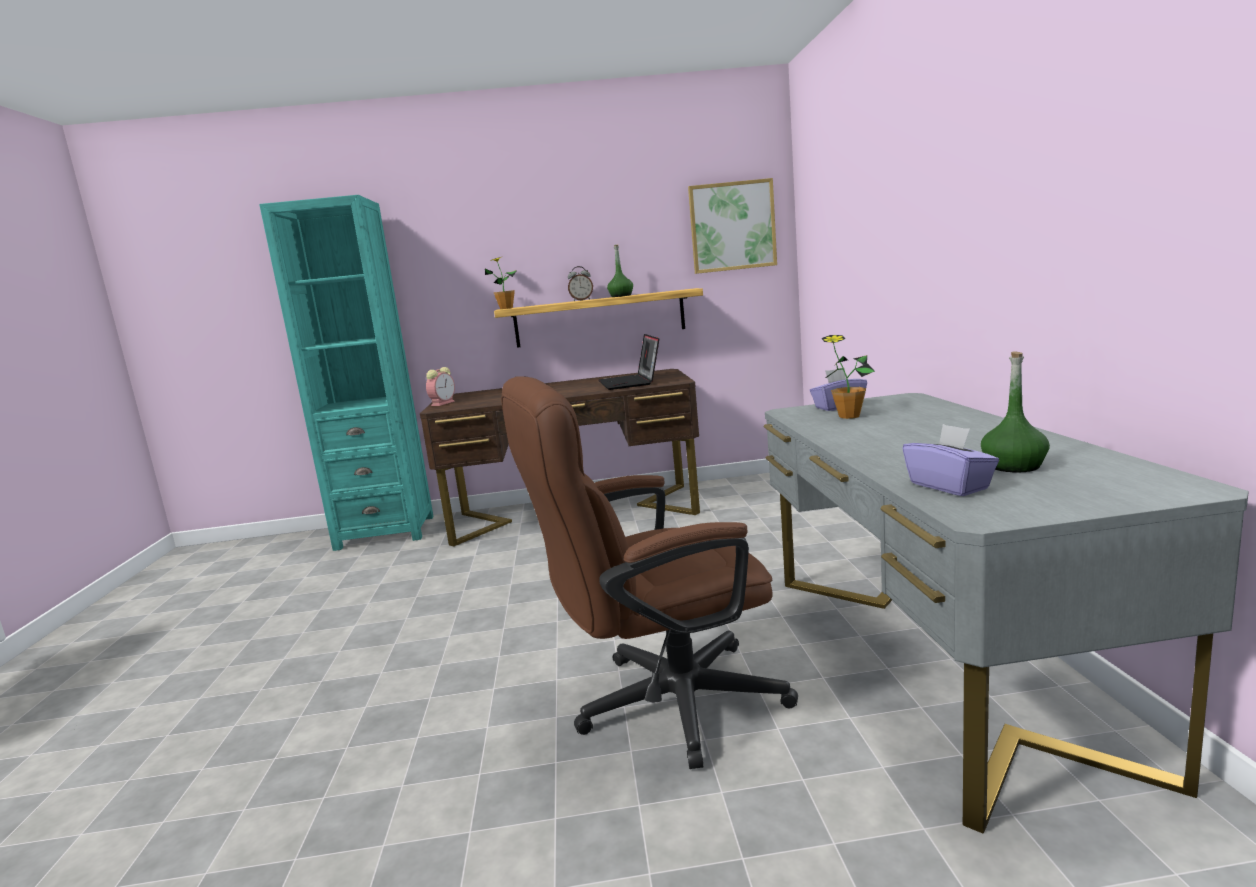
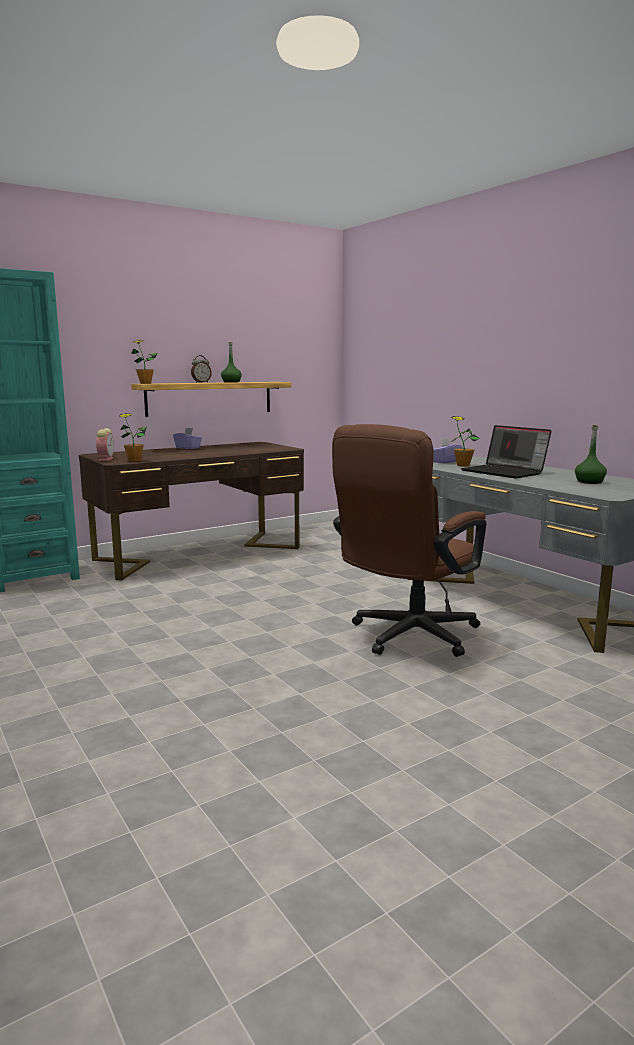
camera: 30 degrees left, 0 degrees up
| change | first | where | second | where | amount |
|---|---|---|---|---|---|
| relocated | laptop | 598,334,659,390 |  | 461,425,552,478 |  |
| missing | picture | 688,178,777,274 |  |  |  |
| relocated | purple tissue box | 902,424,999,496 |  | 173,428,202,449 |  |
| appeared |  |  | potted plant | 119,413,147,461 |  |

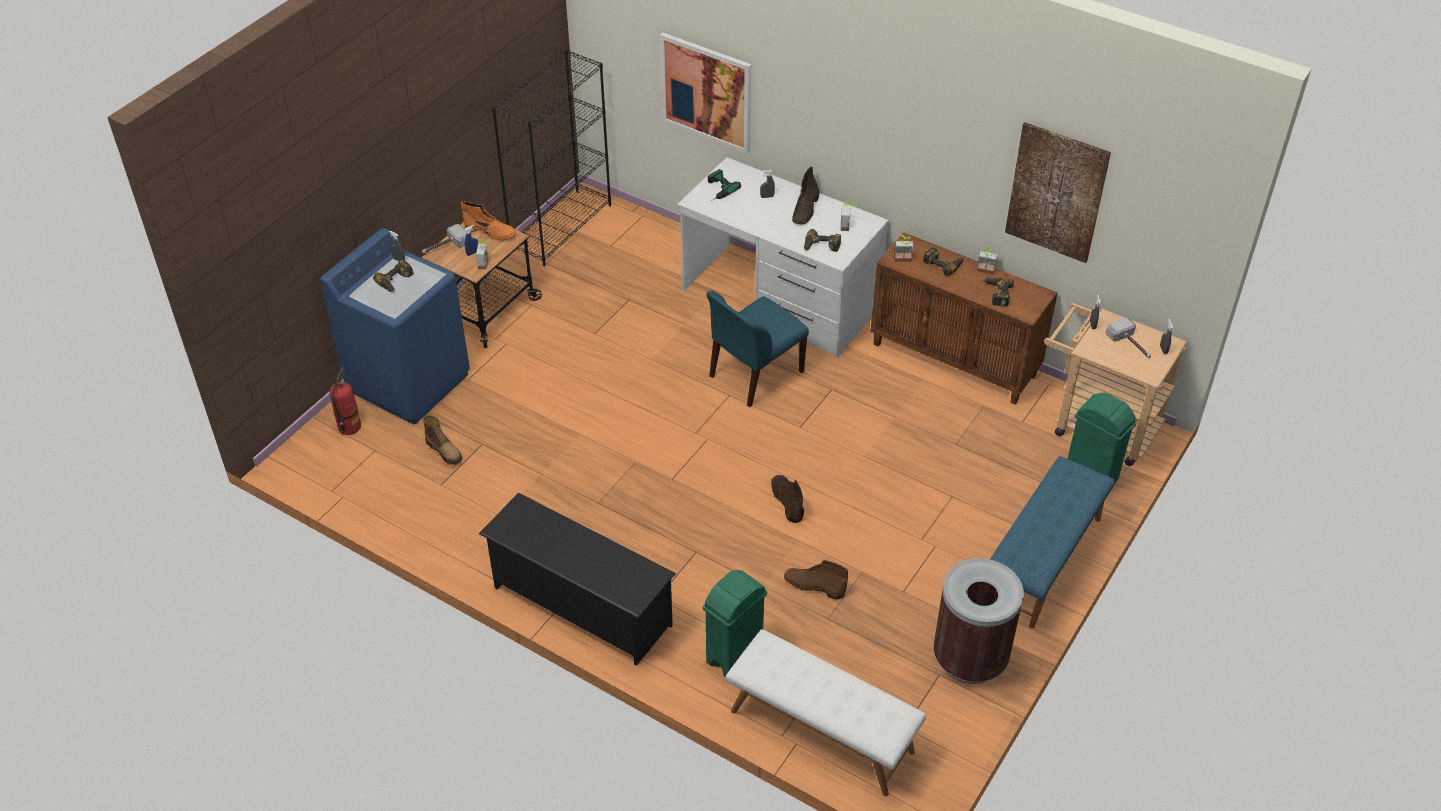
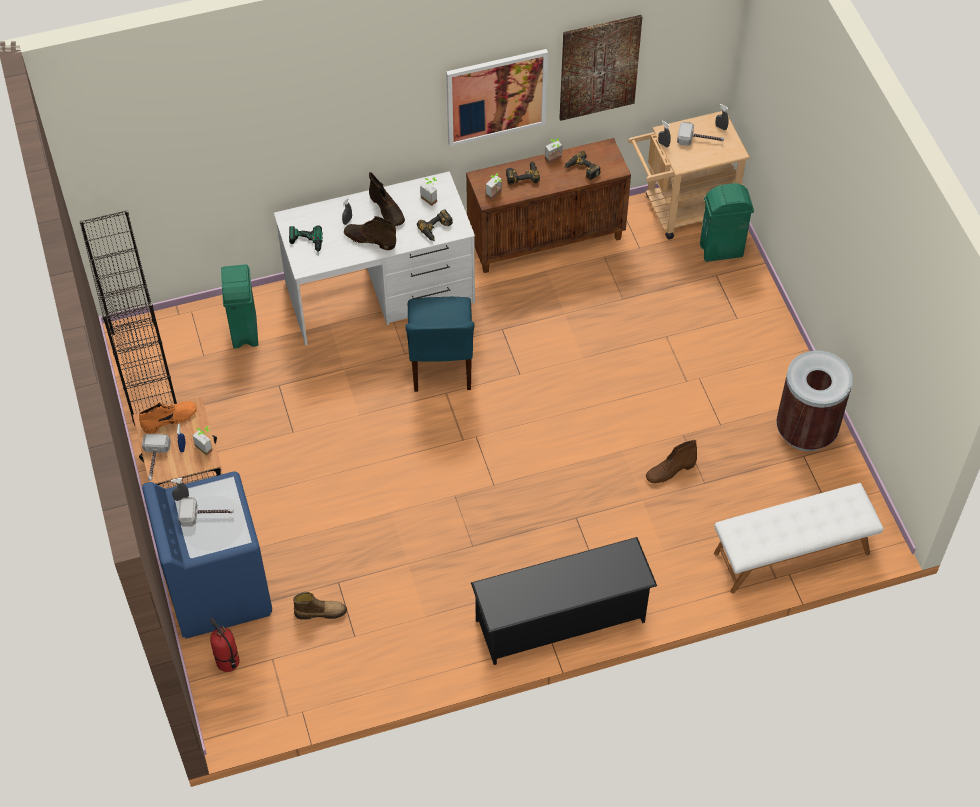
camera: 50 degrees left, 10 degrees up
| change | first | where | second | where | amount |
|---|---|---|---|---|---|
| exchanged | power drill | 373,259,413,292 | hammer | 178,498,234,527 |  |
| relocated | picture | 660,32,751,154 |  | 446,49,548,147 |  |
| relocated | green trash can | 703,570,767,677 |  | 221,264,258,349 |  |
| relocated | brown boot | 771,475,804,523 |  | 344,216,396,250 |  |
| missing | blue bench | 990,456,1115,629 |  |  |  |

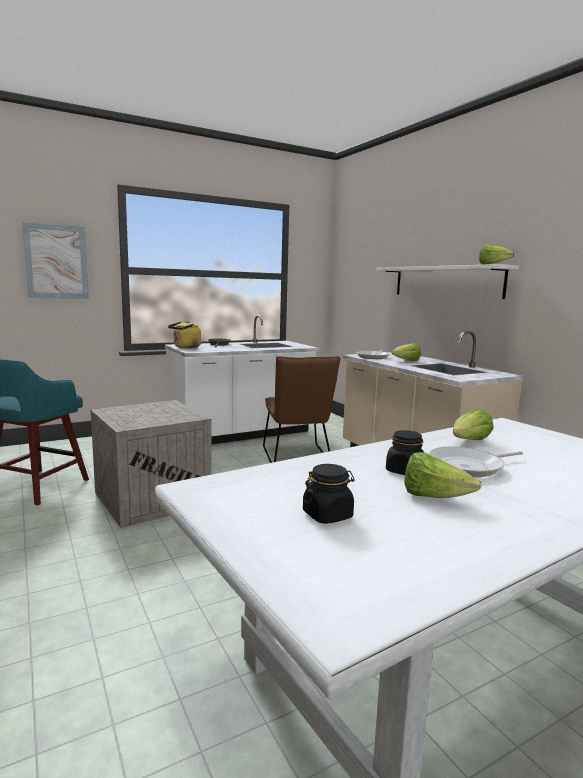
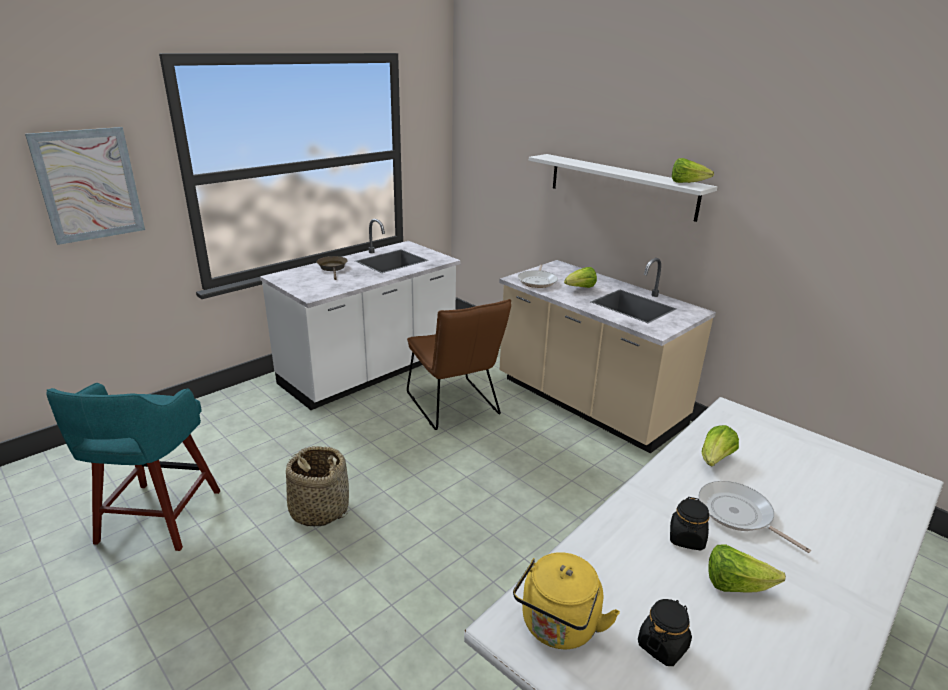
camera: 15 degrees left, 15 degrees up
| change | first | where | second | where | amount |
|---|---|---|---|---|---|
| exchanged | crate | 90,400,212,528 | basket | 286,446,349,527 |  |
| relocated | yellow kettle | 168,321,201,348 |  | 513,552,620,649 |  |
| spun | frying pan | 429,446,523,477 |  | 698,481,811,553 | 90 degrees clockwise |

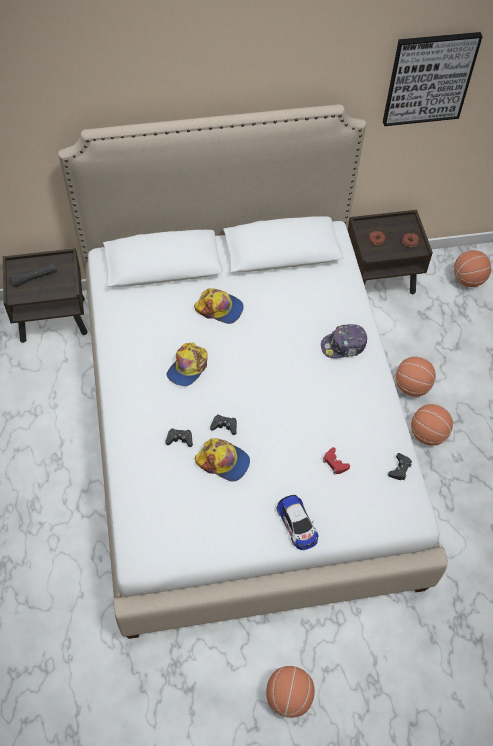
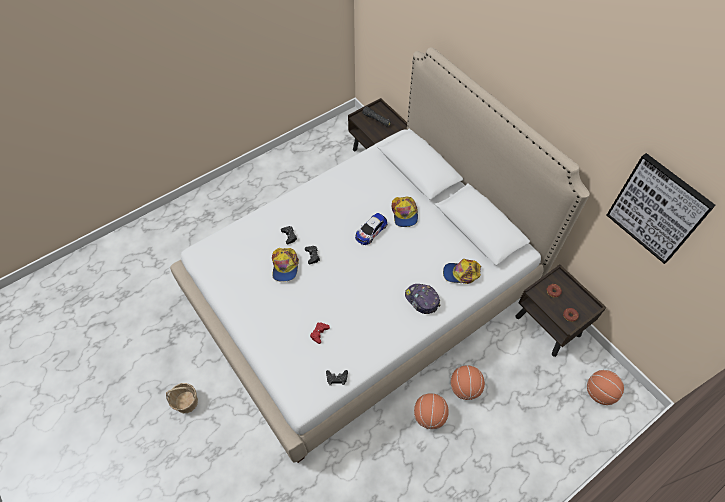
camera: 65 degrees right, 0 degrees up
| change | first | where | second | where | amount |
|---|---|---|---|---|---|
| relocated | cap | 167,343,208,386 |  | 443,259,481,284 |  |
| exchanged | basketball | 266,666,315,718 | basket | 166,383,198,413 |  |
| relocated | toy car | 276,495,318,550 |  | 355,213,388,245 |  |

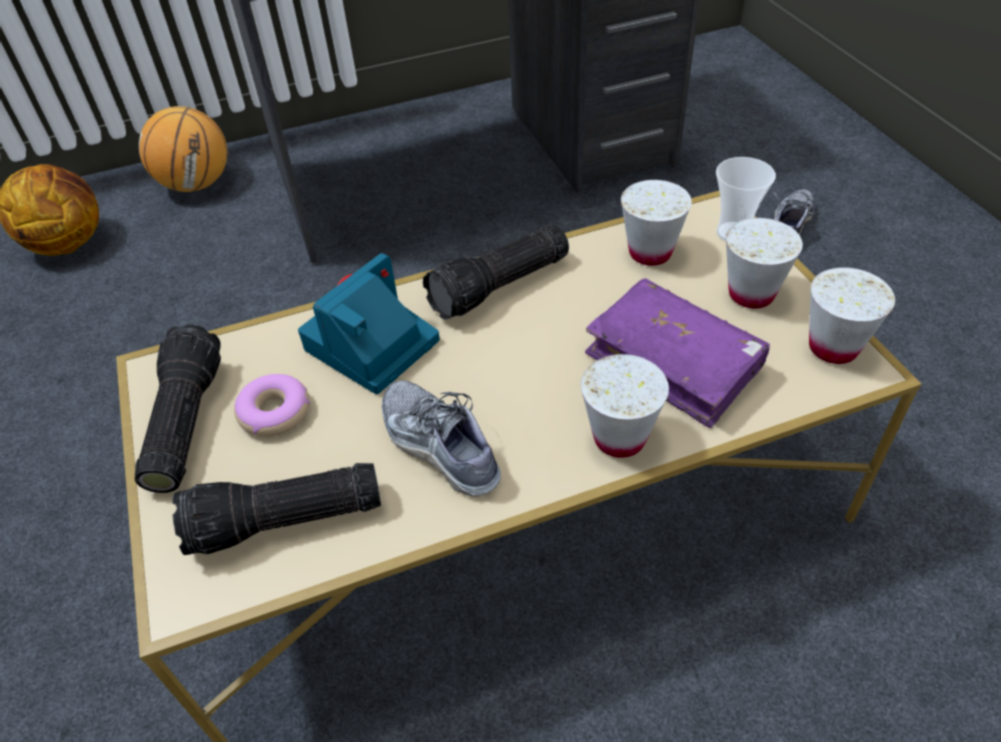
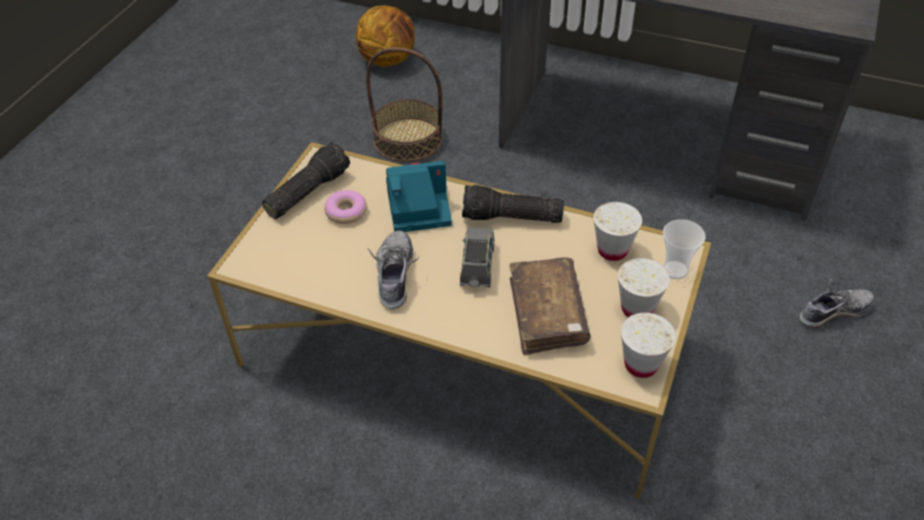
camera: 40 degrees right, 0 degrees up
| change | first | where | second | where | amount |
|---|---|---|---|---|---|
| missing | basketball | 139,106,227,192 |  |  |  |
| missing | flashlight | 172,463,381,555 |  |  |  |
| missing | white cup | 581,354,669,458 |  |  |  |
| colour | purple book | 585,278,770,428 | brown book | 509,257,590,355 |  |
| appeared |  |  | basket | 366,47,442,162 |  |
| appeared |  |  | grey toy car | 460,228,495,287 |  |

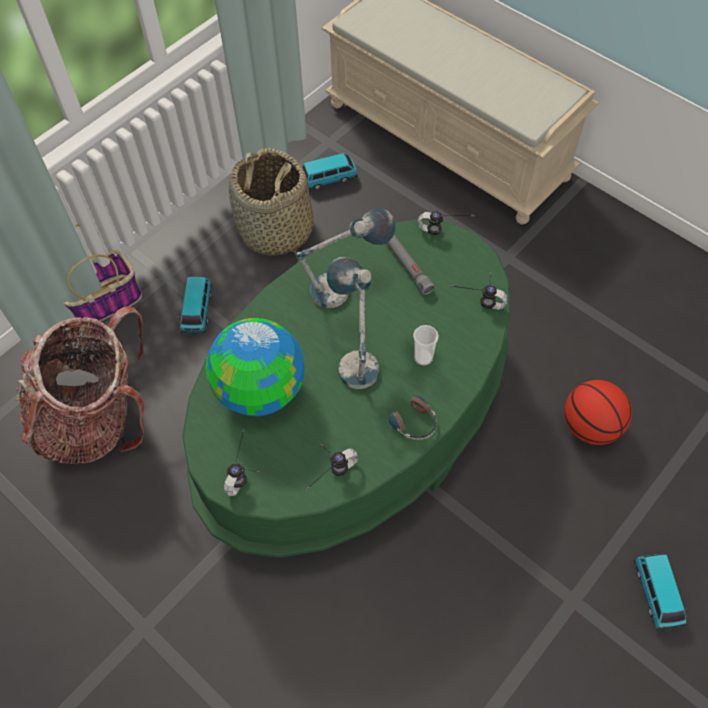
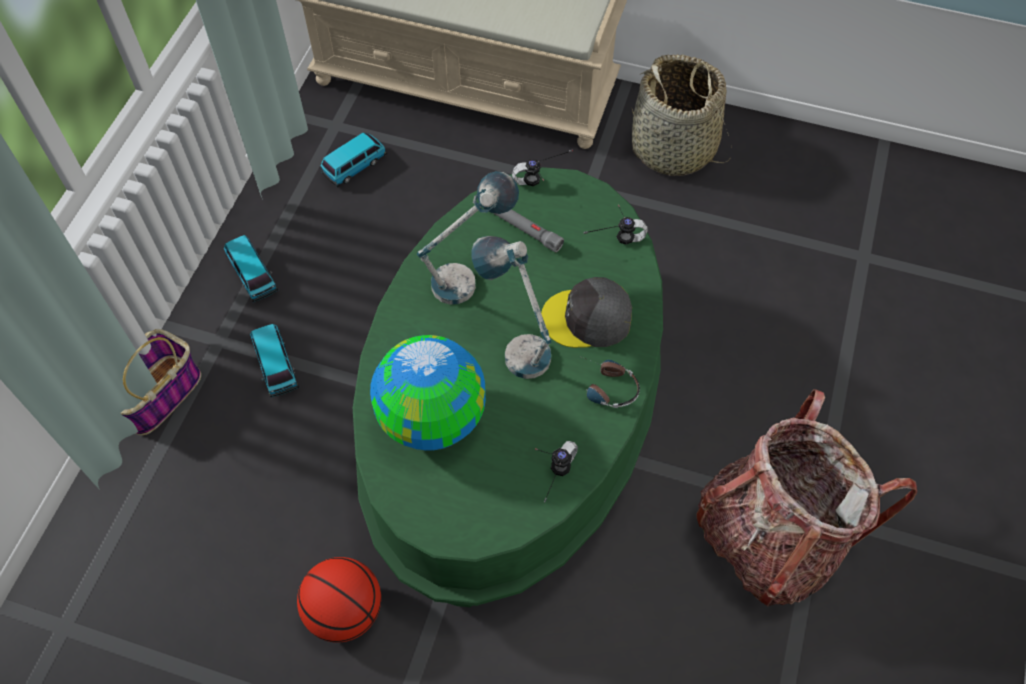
camera: 25 degrees left, 0 degrees up
| change | first | where | second | where | amount |
|---|---|---|---|---|---|
| relocated | backpack | 15,306,144,465 |  | 696,389,917,606 |  |
| missing | headphones | 224,428,259,496 |  |  |  |
| relocated | basket | 229,148,314,256 |  | 632,54,732,176 |  |
| exchanged | cup | 413,325,439,366 | grey cap | 541,277,632,348 |  |
| relocated | basketball | 564,380,632,445 |  | 297,557,381,643 |  |
| relocated | toy car | 634,554,687,630 |  | 224,235,278,302 |  |

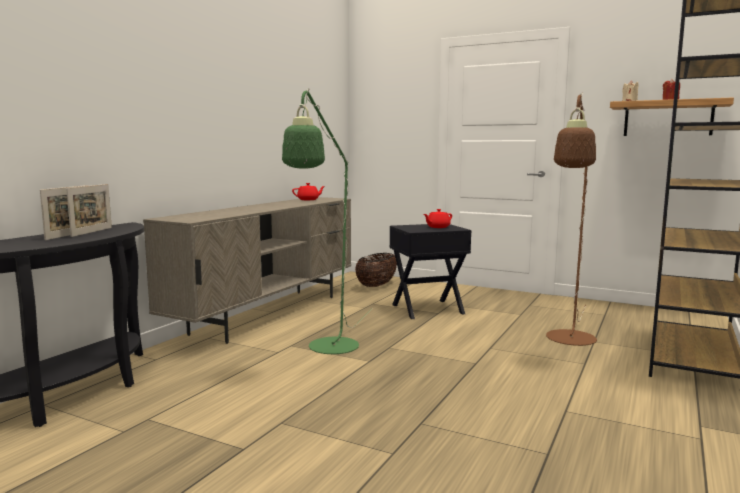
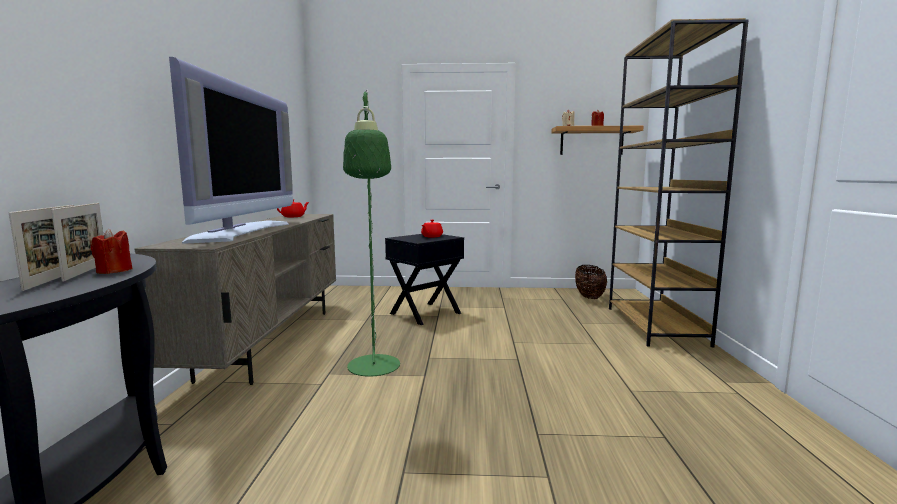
camera: 25 degrees left, 0 degrees up
| change | first | where | second | where | amount |
|---|---|---|---|---|---|
| relocated | basket | 355,253,397,287 |  | 575,265,607,299 |  |
| missing | brown floor lamp | 546,93,597,346 |  |  |  |
| appeared |  |  | red candle | 91,229,132,274 |  |
| appeared |  |  | television | 169,57,293,243 |  |

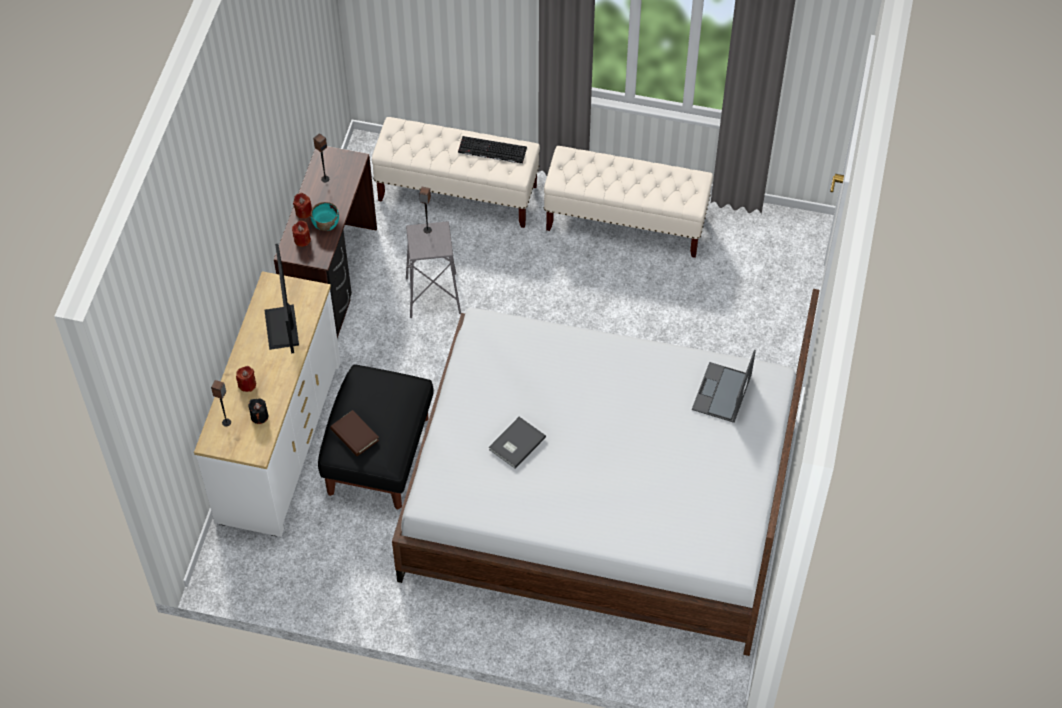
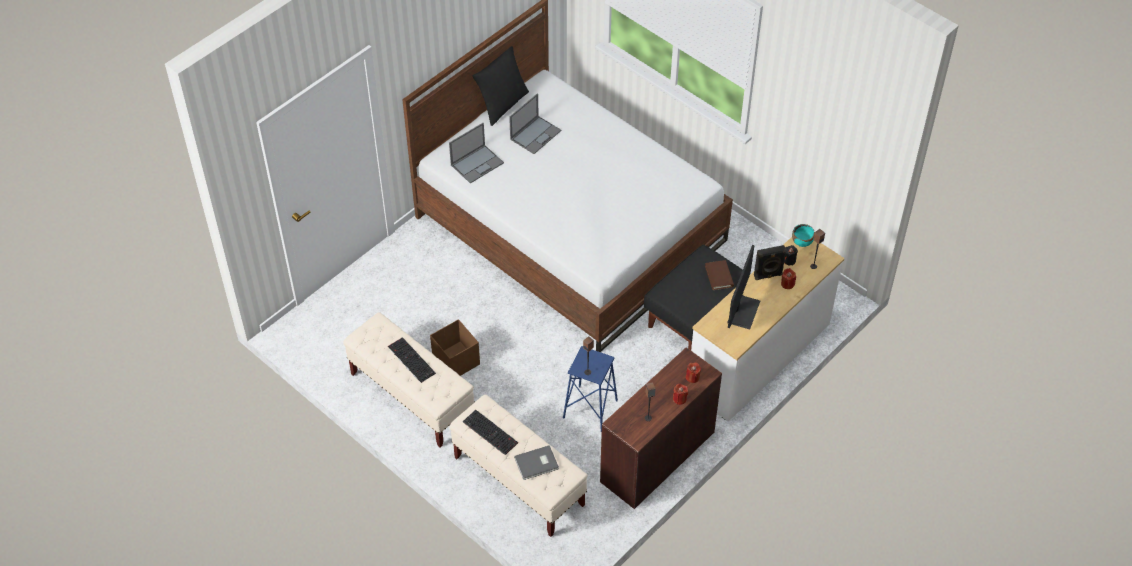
camera: 150 degrees left, 5 degrees down
| change | first | where | second | where | amount |
|---|---|---|---|---|---|
| relocated | turquoise bowl | 311,202,339,231 |  | 792,224,815,247 |  |
| colour | grey stool | 406,221,461,318 | blue stool | 563,346,618,432 |  |
| relocated | grey book | 489,417,546,469 |  | 514,445,559,480 |  |
| appeared |  |  | keyboard | 388,337,436,383 |  |
| appeared |  |  | brown storage box | 430,319,480,376 |  |
| appeared |  |  | black pillow | 472,46,529,126 |  |
| appeared |  |  | laptop | 509,94,561,154 |  |
| appeared |  |  | black speaker | 754,245,787,280 |  |

